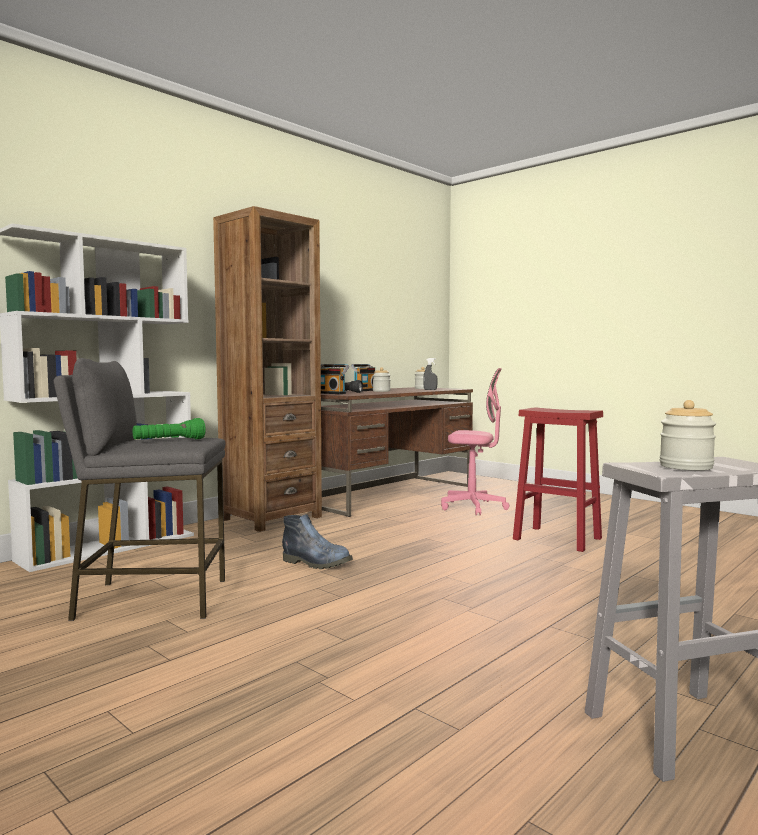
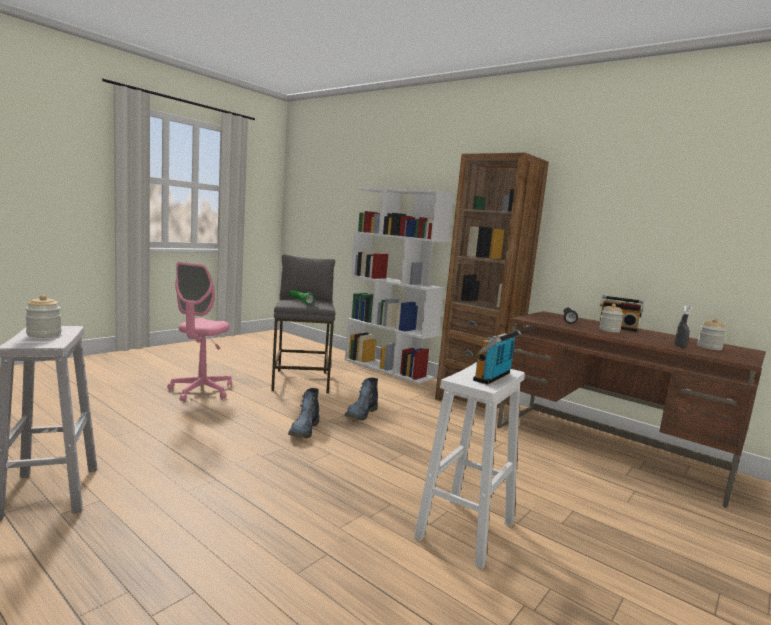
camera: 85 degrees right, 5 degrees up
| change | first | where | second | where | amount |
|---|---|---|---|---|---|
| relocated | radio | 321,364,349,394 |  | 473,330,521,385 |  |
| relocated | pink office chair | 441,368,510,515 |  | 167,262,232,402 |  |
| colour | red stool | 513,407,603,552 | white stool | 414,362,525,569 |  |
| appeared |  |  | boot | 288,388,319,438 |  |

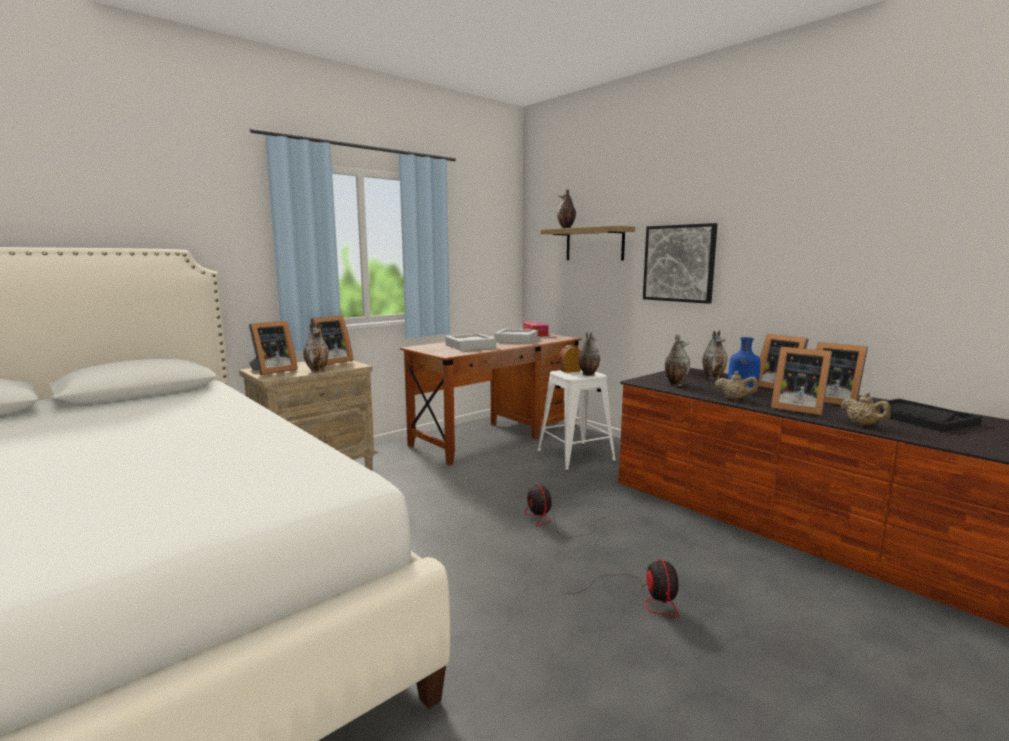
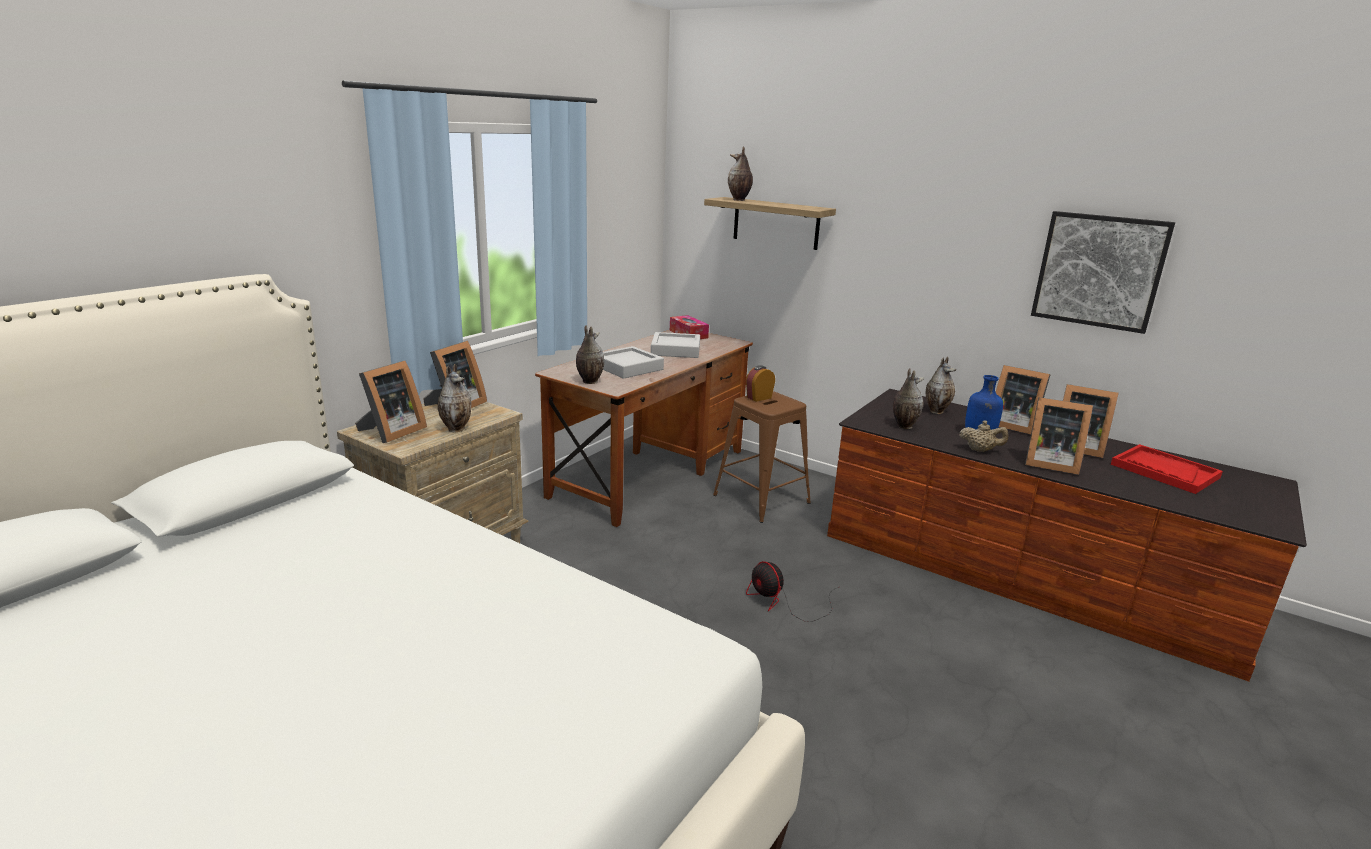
camera: 15 degrees left, 10 degrees up
| change | first | where | second | where | amount |
|---|---|---|---|---|---|
| colour | white stool | 537,370,616,470 | brown stool | 713,391,811,523 |  |
| missing | fan | 564,559,680,618 |  |  |  |
| relocated | vase | 579,331,600,376 |  | 576,325,604,384 |  |
| relocated | picture | 643,223,717,304 |  | 1031,211,1175,334 |  |
| missing | beige teapot | 840,392,891,426 |  |  |  |
| colour | black tray | 874,398,982,432 | red tray | 1111,444,1223,494 |  |

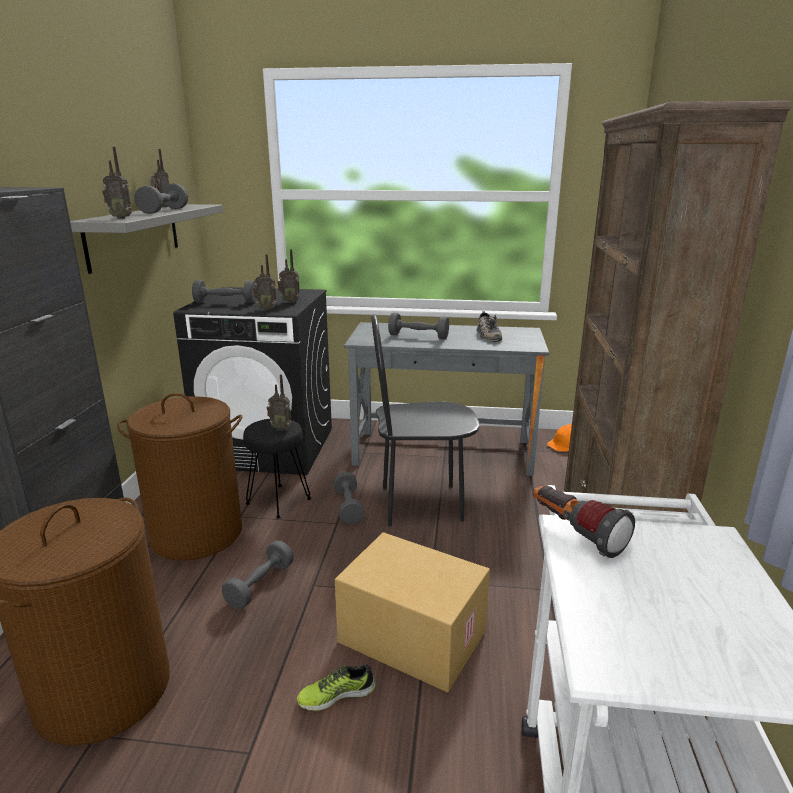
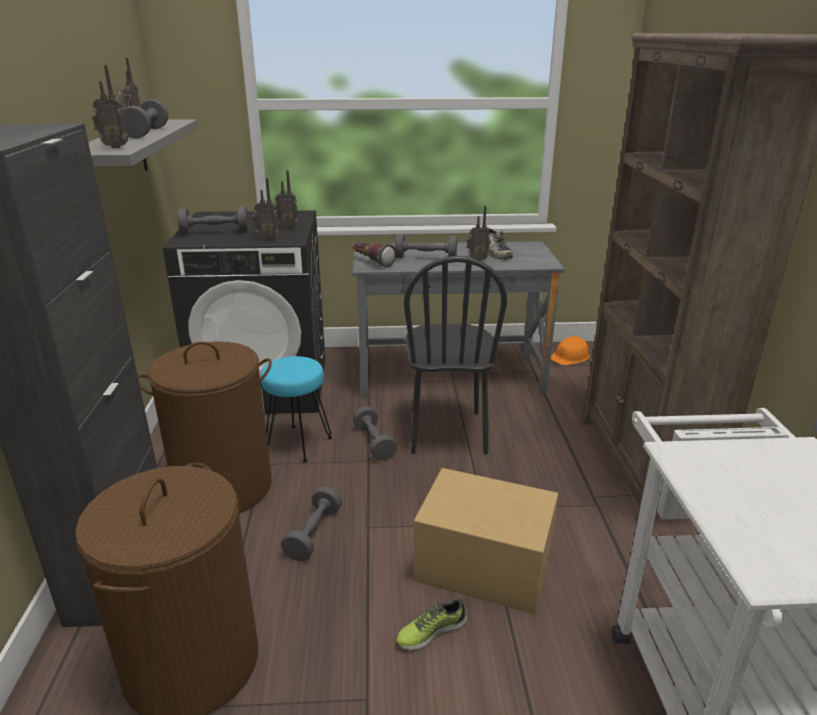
camera: 10 degrees left, 5 degrees up
| change | first | where | second | where | amount |
|---|---|---|---|---|---|
| colour | black stool | 243,419,311,519 | turquoise stool | 261,356,332,462 |  |
| relocated | radio | 267,374,292,431 |  | 466,206,490,261 |  |
| spun | black chair | 371,314,480,527 |  | 404,256,507,454 | 75 degrees counterclockwise |
| relocated | flashlight | 533,486,635,558 |  | 352,242,396,267 |  |

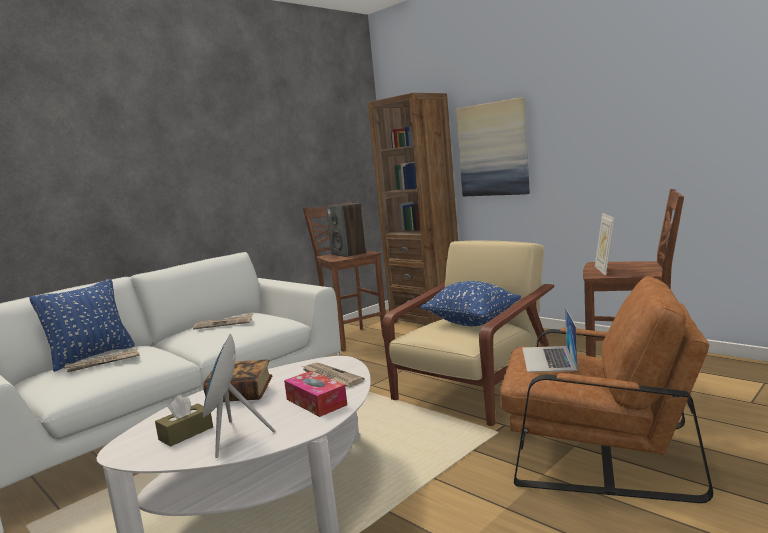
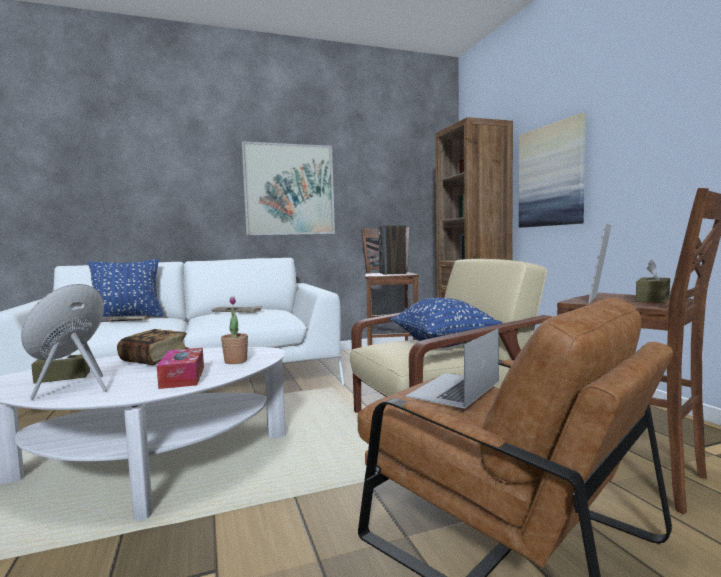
camera: 25 degrees right, 5 degrees down
| change | first | where | second | where | amount |
|---|---|---|---|---|---|
| exchanged | newspaper | 302,362,365,387 | potted plant | 221,297,248,364 |  |
| appeared |  |  | picture | 241,141,335,236 |  |
| appeared |  |  | brown tissue box | 636,260,670,303 |  |

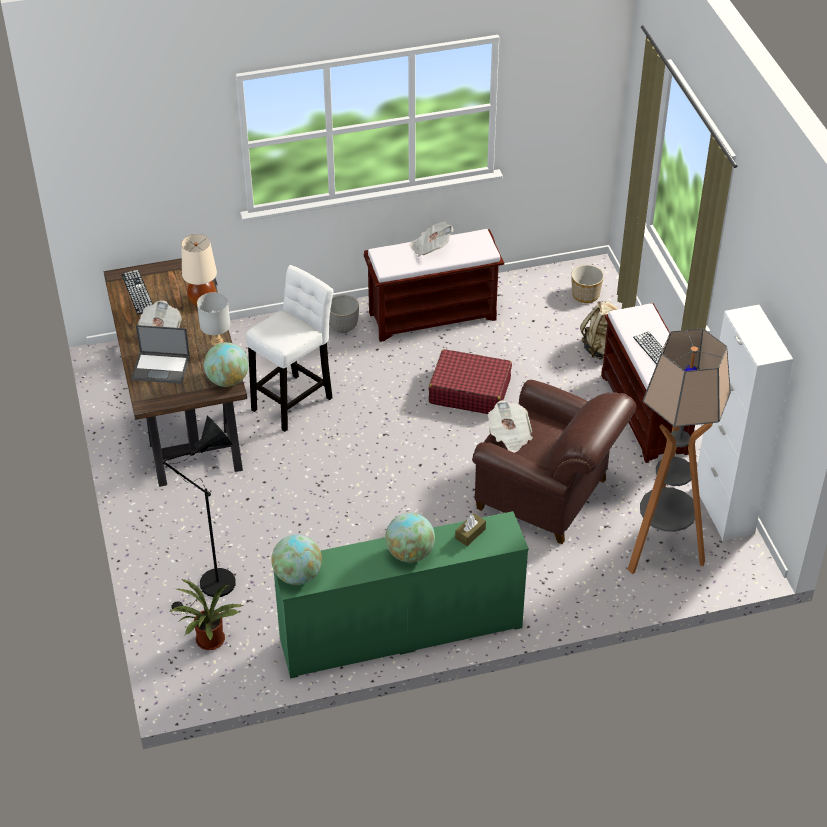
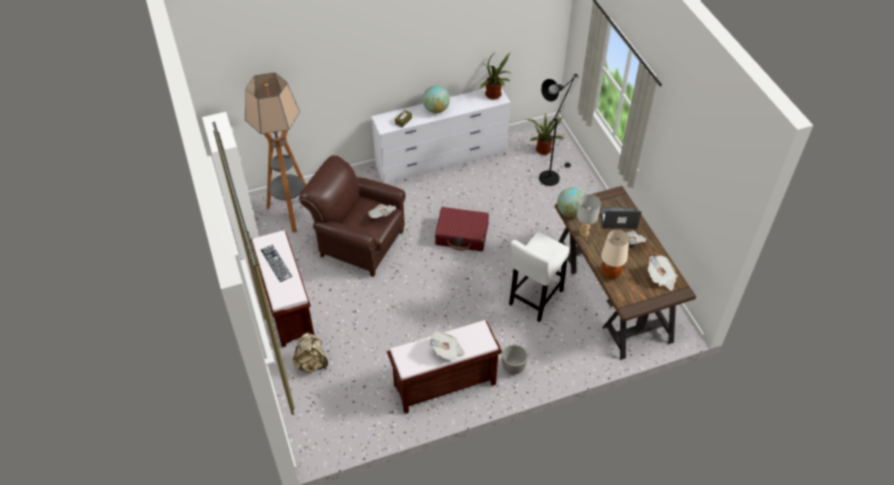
camera: 175 degrees right, 5 degrees up
| change | first | where | second | where | amount |
|---|---|---|---|---|---|
| exchanged | keyboard | 121,270,153,314 | newspaper | 647,255,678,290 |  |
| exchanged | globe | 271,534,322,585 | potted plant | 480,53,512,100 |  |
| colour | green dresser | 274,511,529,679 | white dresser | 371,87,511,184 |  |
| relocated | red suitcase | 429,349,512,414 |  | 435,207,489,251 |  |
| missing | planter | 571,265,604,303 |  |  |  |

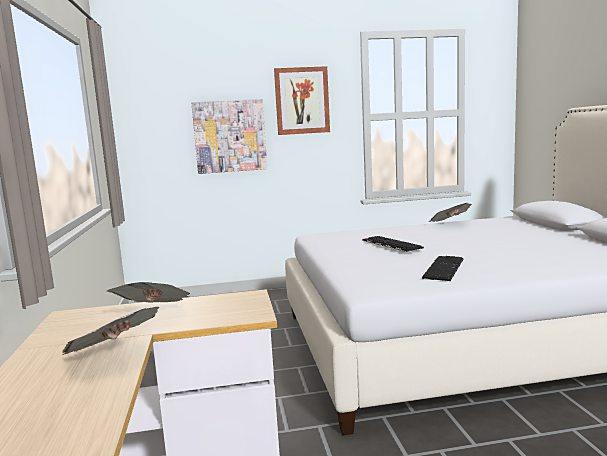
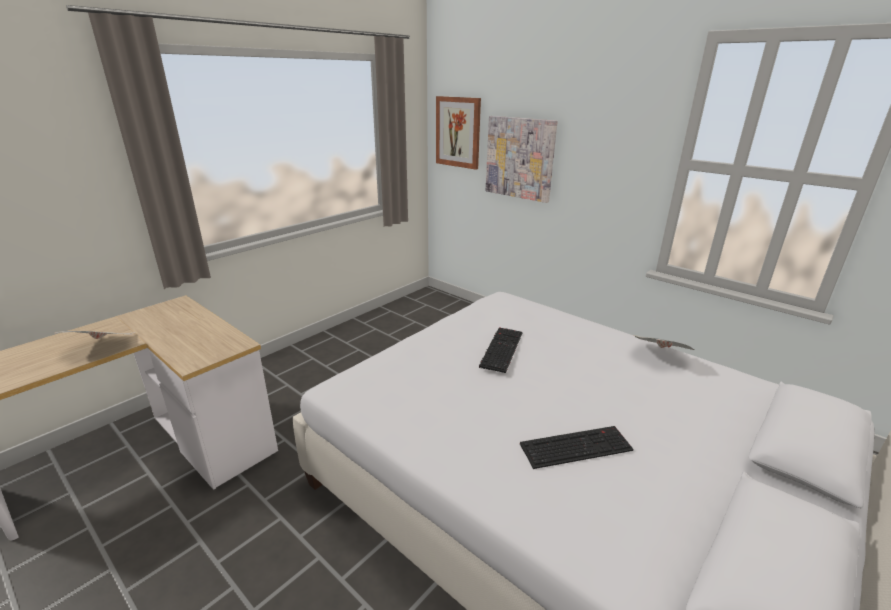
camera: 50 degrees right, 15 degrees up
| change | first | where | second | where | amount |
|---|---|---|---|---|---|
| missing | newspaper | 107,282,190,303 |  |  |  |
| relocated | picture | 274,66,330,135 |  | 436,96,481,170 |  |
| relocated | keyboard | 422,256,464,281 |  | 520,426,633,469 |  |

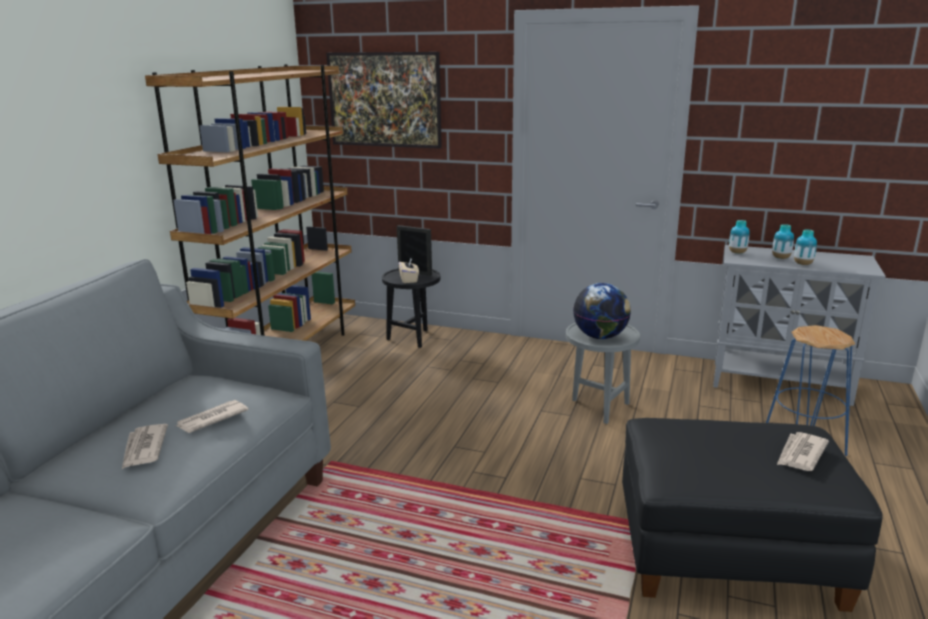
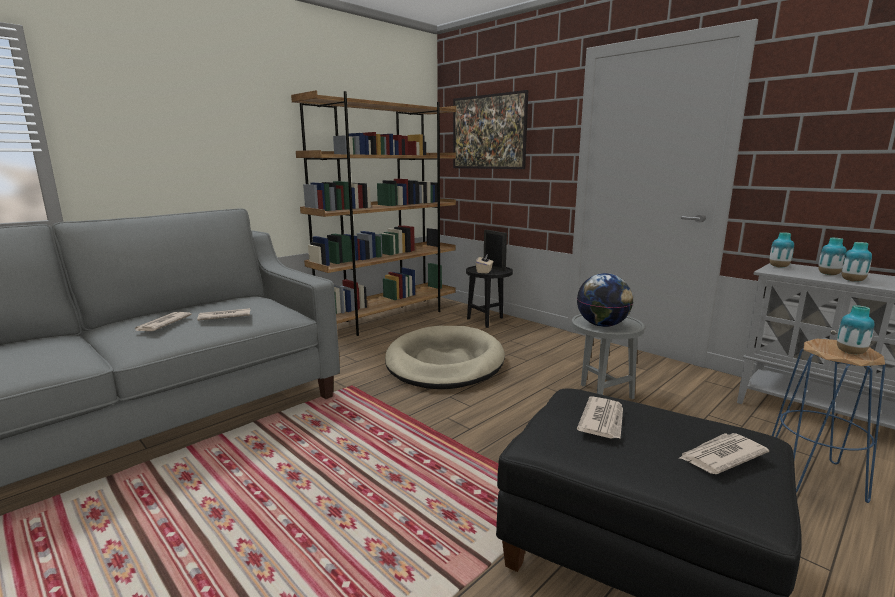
camera: 25 degrees right, 5 degrees down
| change | first | where | second | where | amount |
|---|---|---|---|---|---|
| appeared |  |  | beige dog bed | 385,326,505,389 |  |
| appeared |  |  | newspaper | 577,396,623,439 |  |
| appeared |  |  | vase | 837,305,874,354 |  |

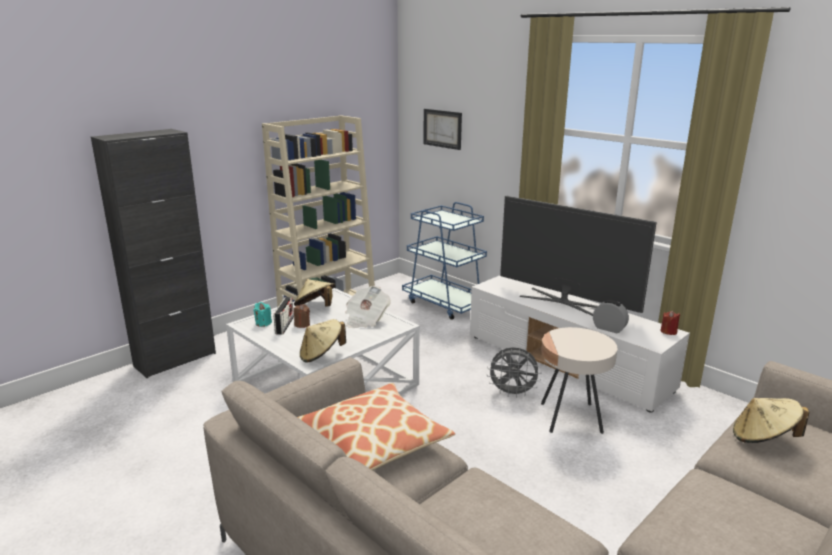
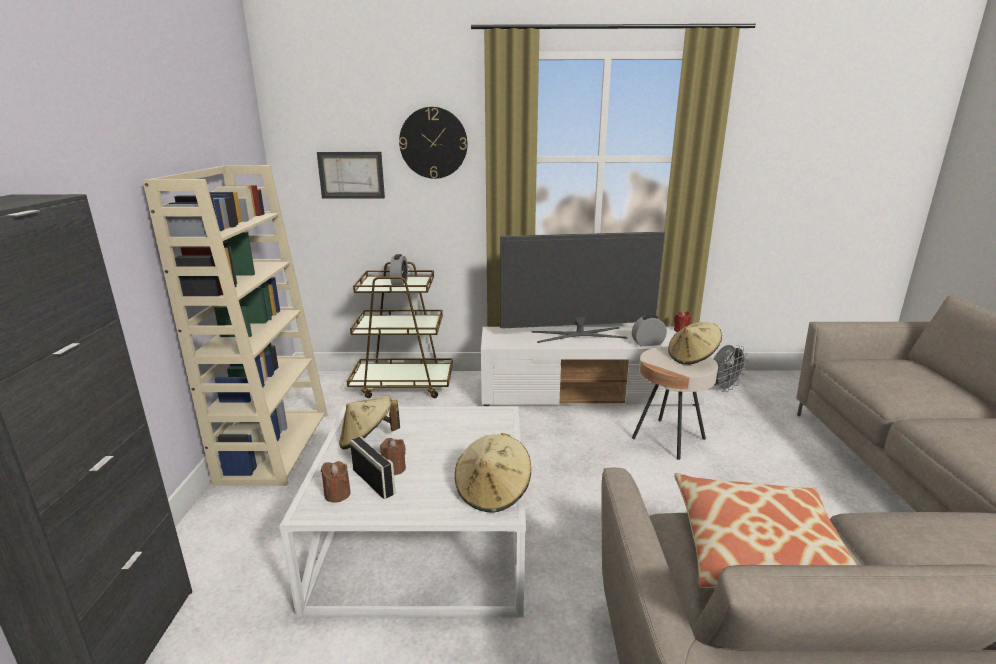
camera: 45 degrees left, 0 degrees up
| change | first | where | second | where | amount |
|---|---|---|---|---|---|
| colour | turquoise candle | 253,302,272,327 | brown candle | 321,461,351,503 |  |
| missing | newspaper | 345,286,391,328 |  |  |  |
| colour | blue cart | 402,202,487,320 | brown cart | 347,262,453,398 |  |
| relocated | grey fan | 487,347,542,398 |  | 714,345,748,392 |  |
| relocated | beige hat | 733,398,809,443 |  | 668,322,722,365 |  |
| appeared |  |  | alarm clock | 390,254,408,285 |  |
| appeared |  |  | wall clock | 399,107,468,179 |  |

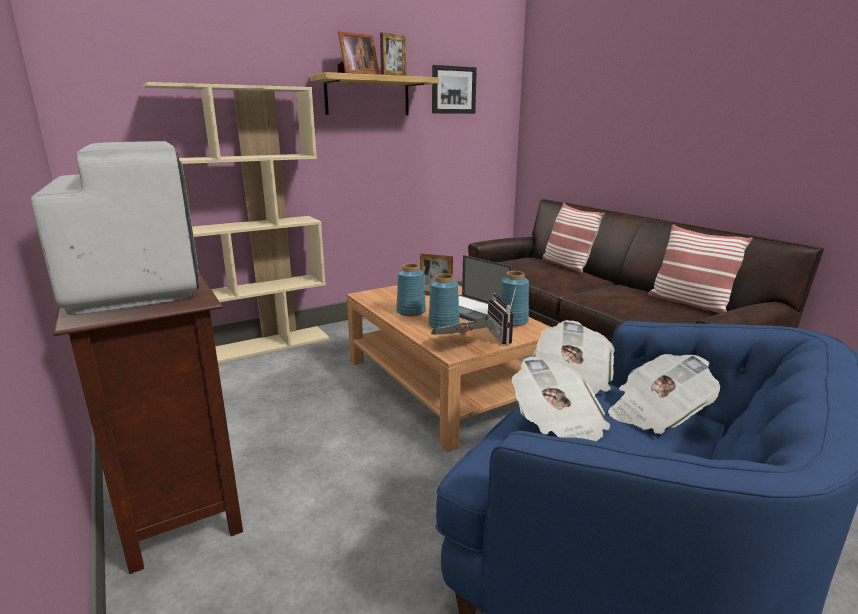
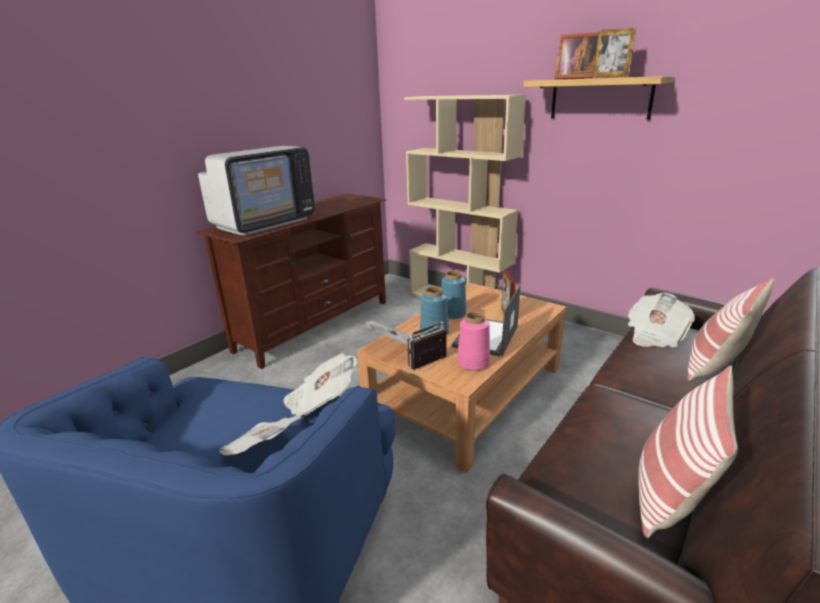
camera: 70 degrees right, 5 degrees up
| change | first | where | second | where | amount |
|---|---|---|---|---|---|
| missing | picture | 432,65,477,114 |  |  |  |
| colour | blue vase | 500,271,529,326 | pink vase | 457,311,490,371 |  |
| relocated | newspaper | 512,357,610,441 |  | 627,293,695,348 |  |

